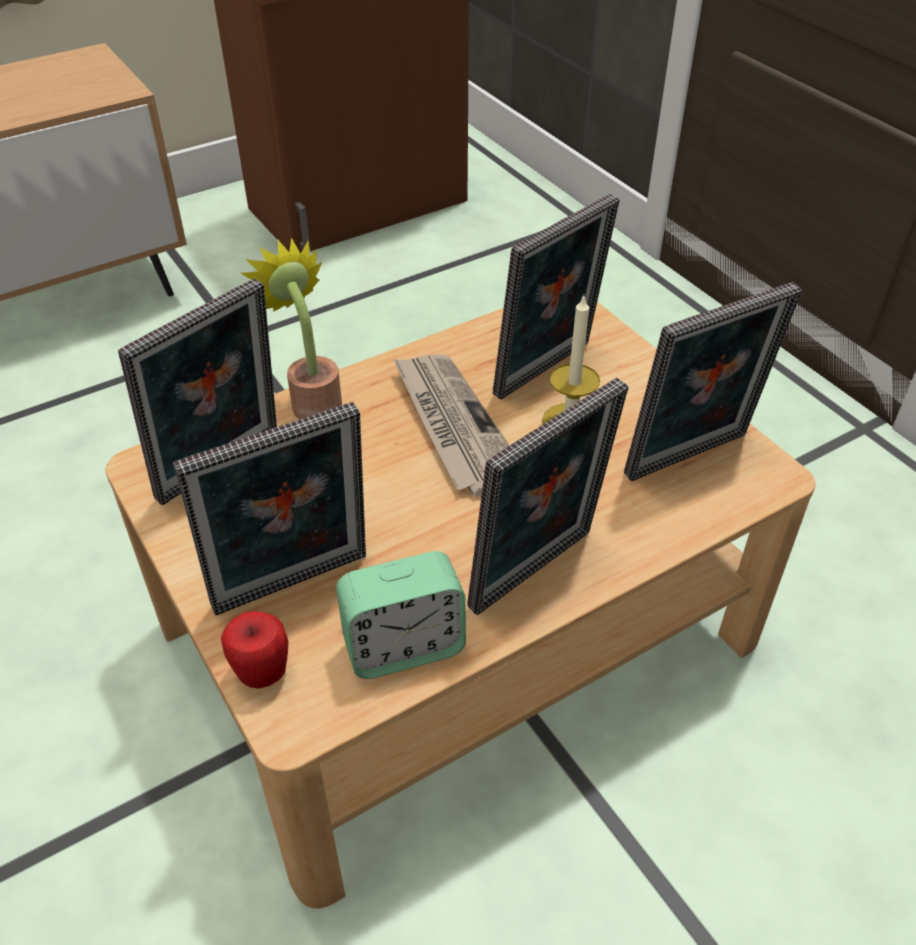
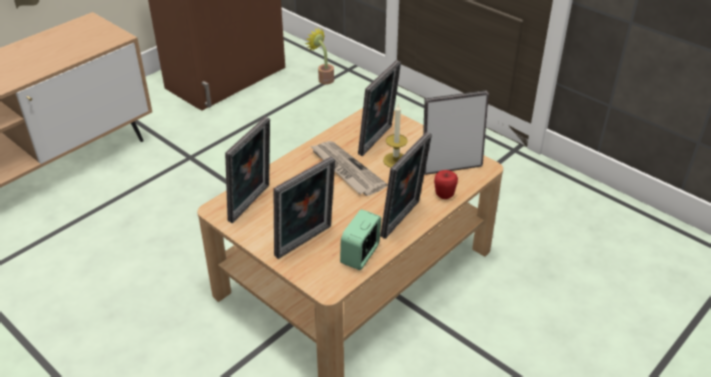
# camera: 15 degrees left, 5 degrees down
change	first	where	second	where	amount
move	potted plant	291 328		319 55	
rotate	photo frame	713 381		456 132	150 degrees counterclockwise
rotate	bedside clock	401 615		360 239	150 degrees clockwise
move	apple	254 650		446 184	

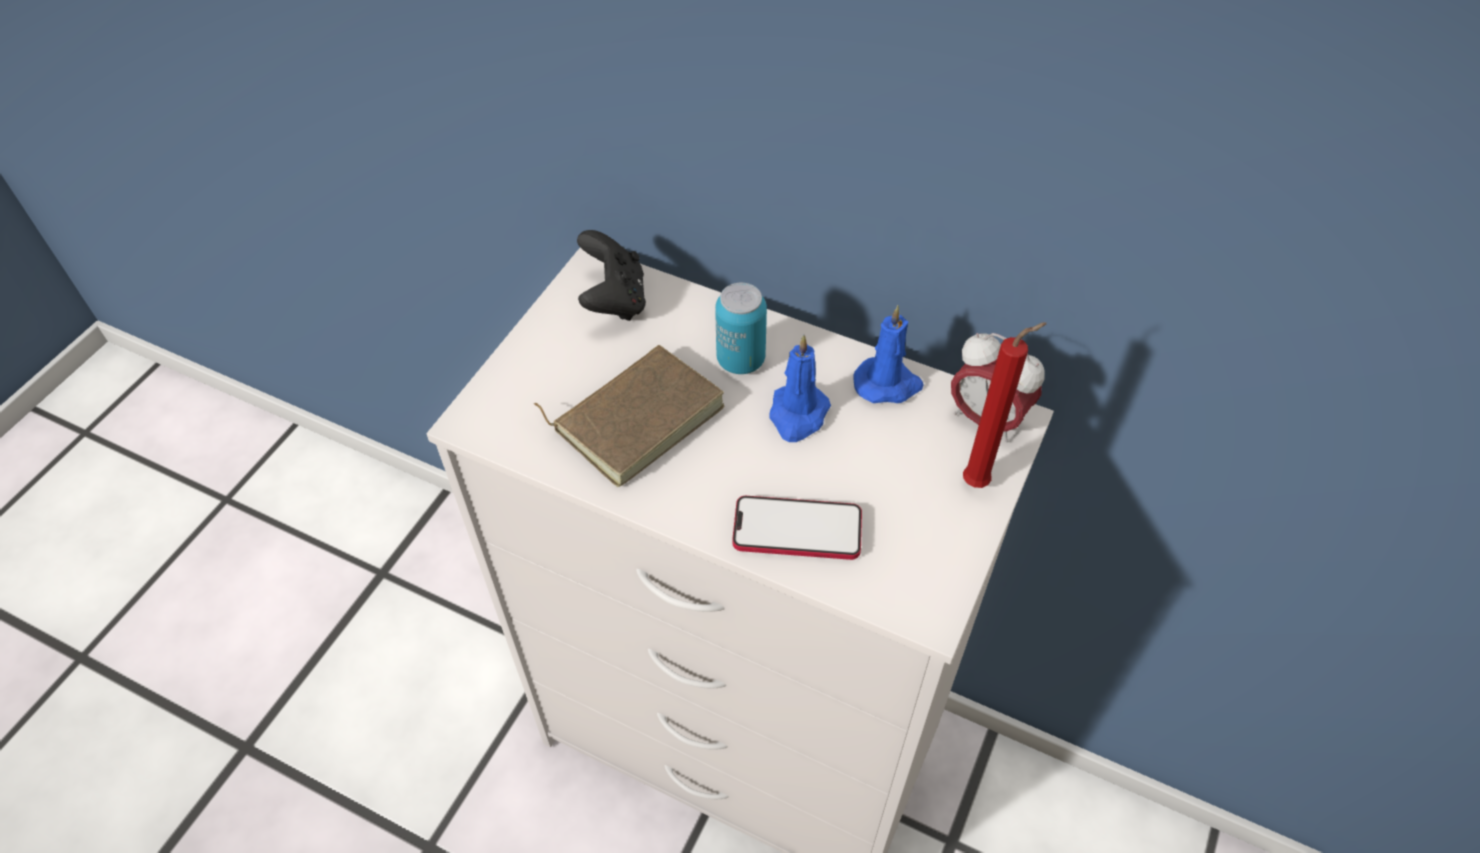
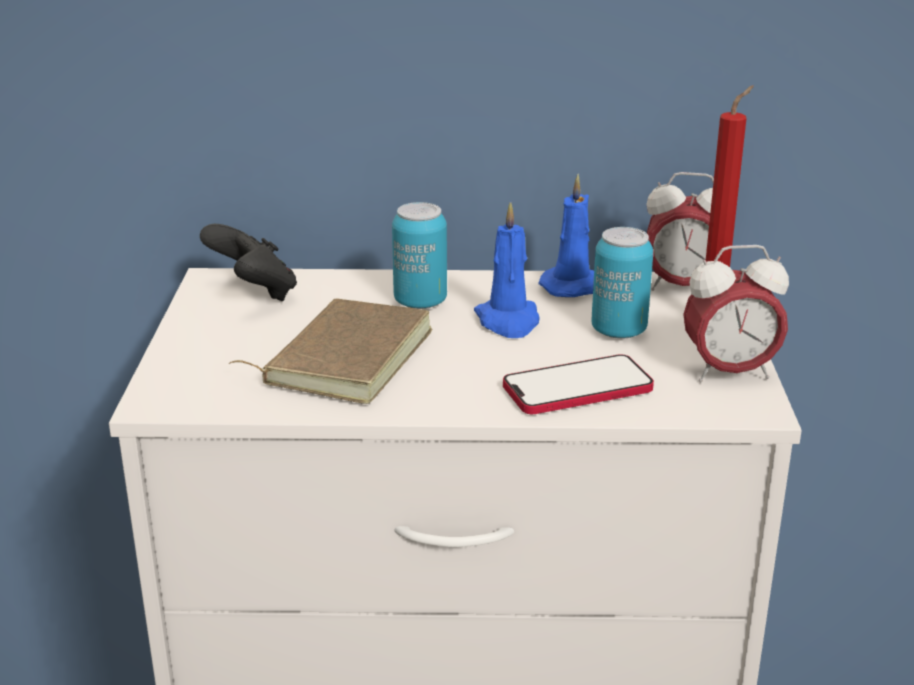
# camera: 25 degrees left, 25 degrees down
change	first	where	second	where	amount
insert			metal can	622 283	
insert			bedside clock	736 313	

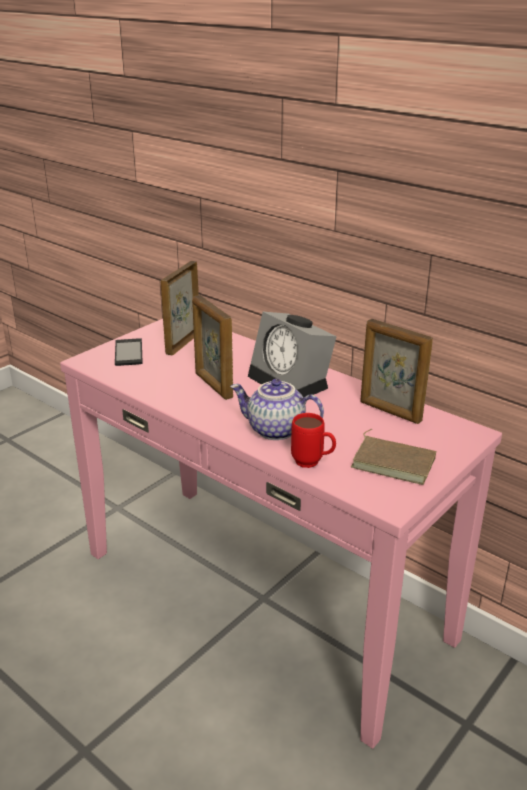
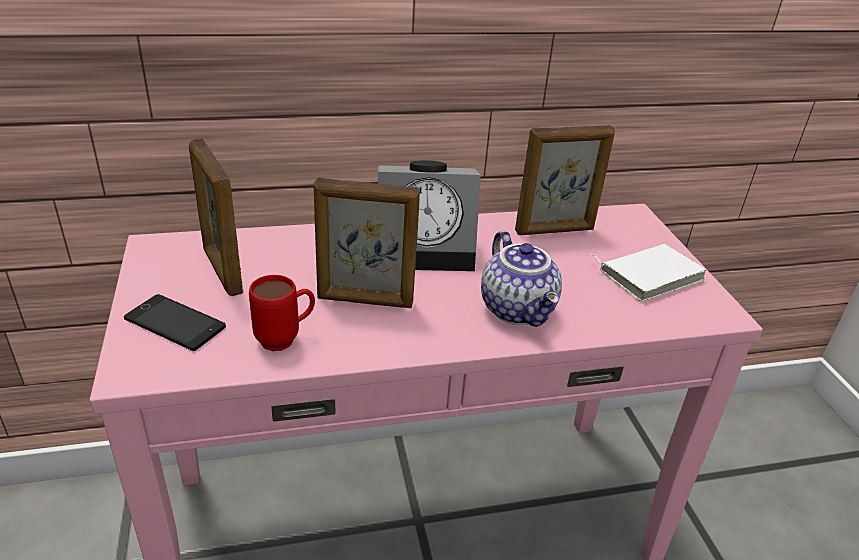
# camera: 55 degrees left, 5 degrees up
change	first	where	second	where	amount
rotate	pot for tea	277 409		521 279	75 degrees counterclockwise
move	red tea mug	313 440		282 313	
recolor	brownish volume	394 457	whitish volume	648 272	

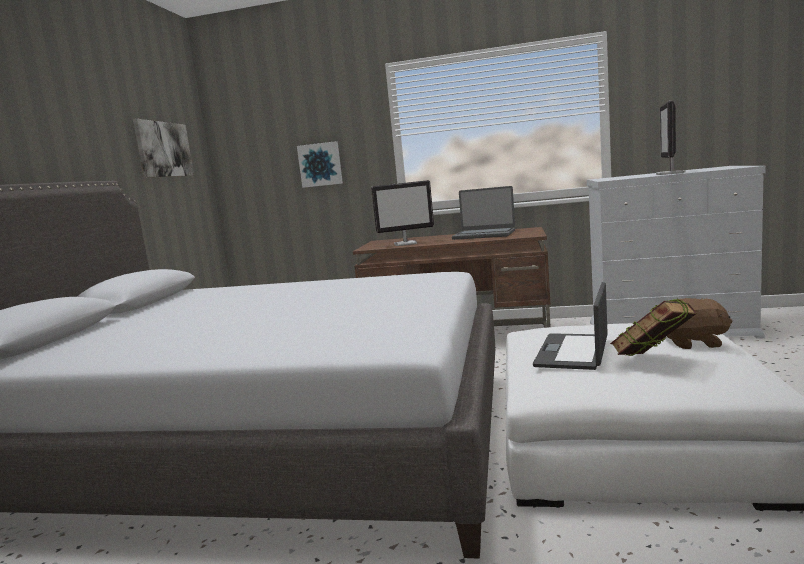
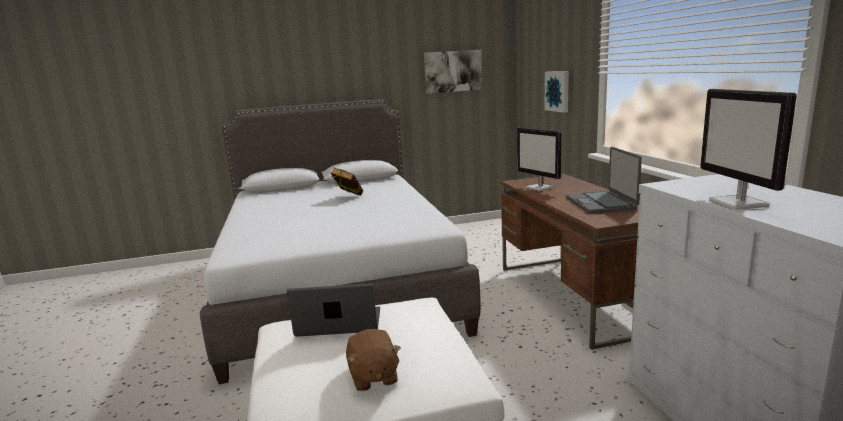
# camera: 65 degrees right, 5 degrees up
change	first	where	second	where	amount
rotate	computer display	671 138		748 149	90 degrees counterclockwise
move	volume	653 327		346 181	

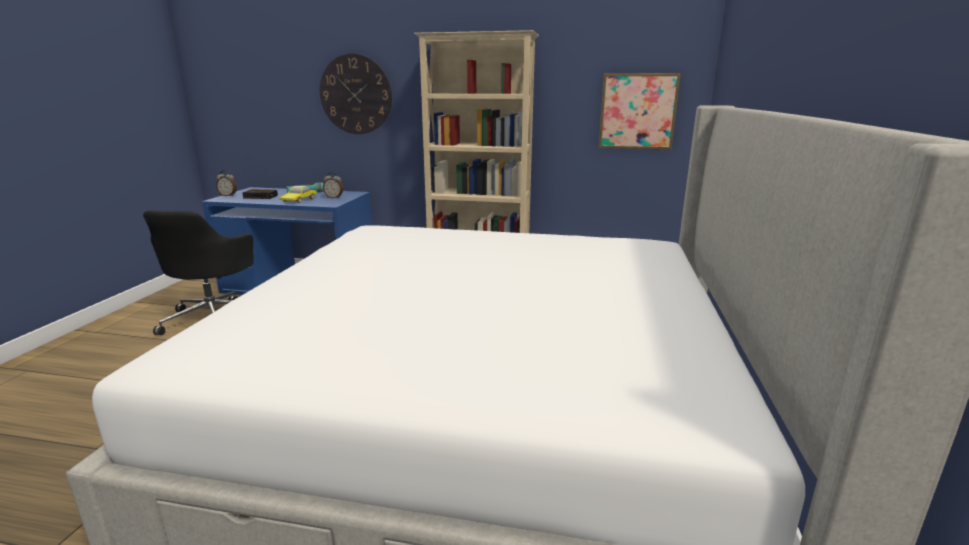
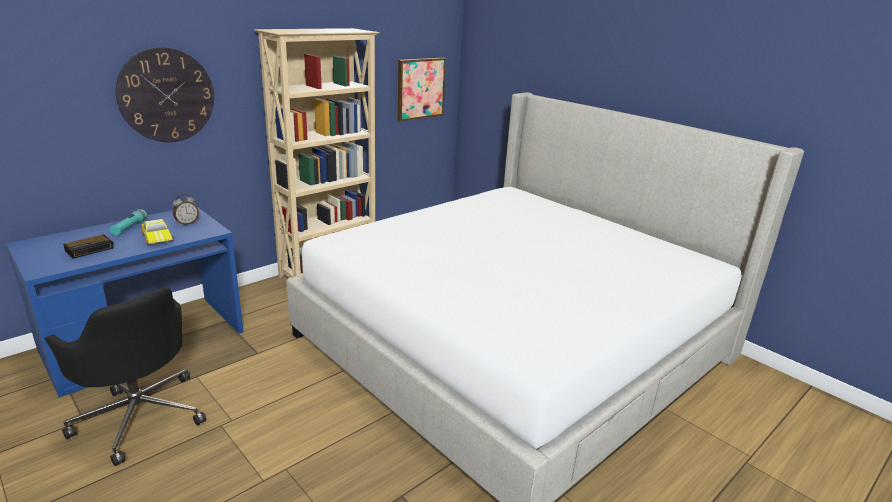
# camera: 55 degrees left, 5 degrees up
change	first	where	second	where	amount
delete	bedside clock	226 183			

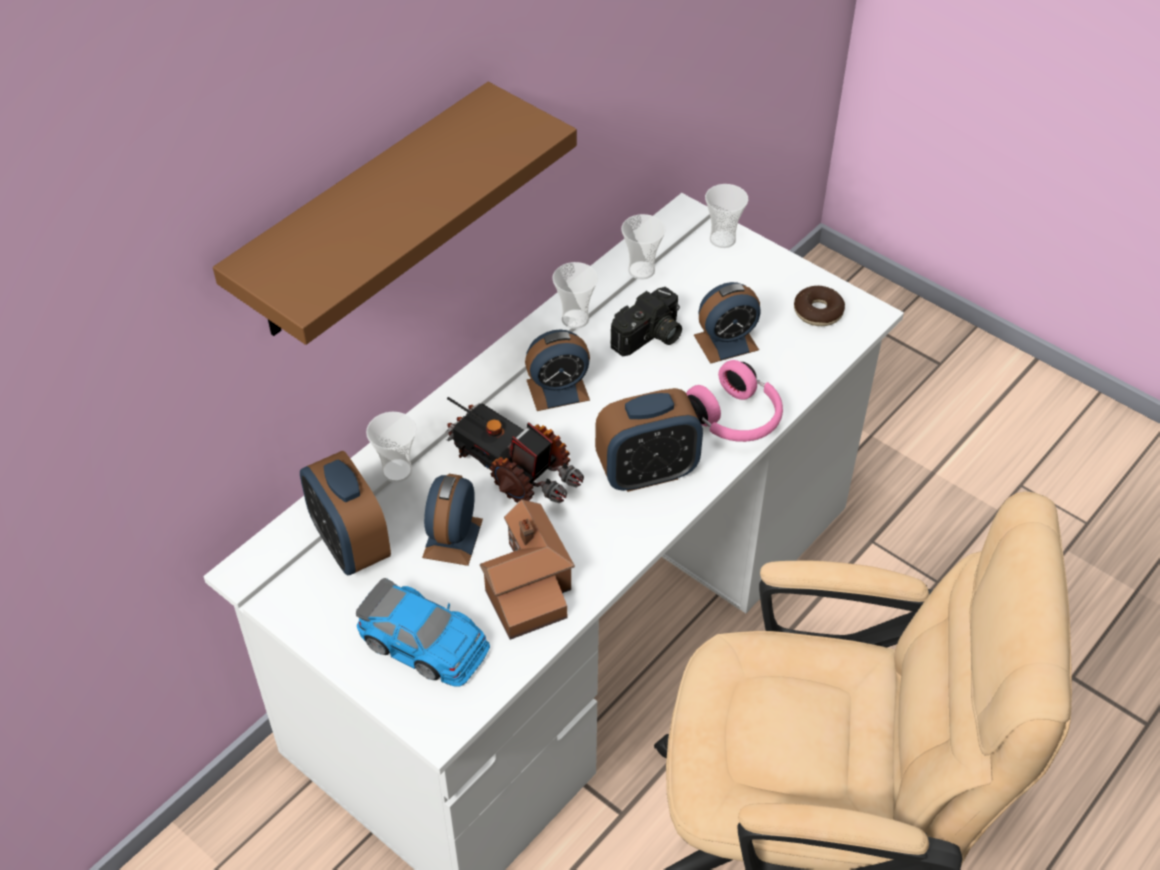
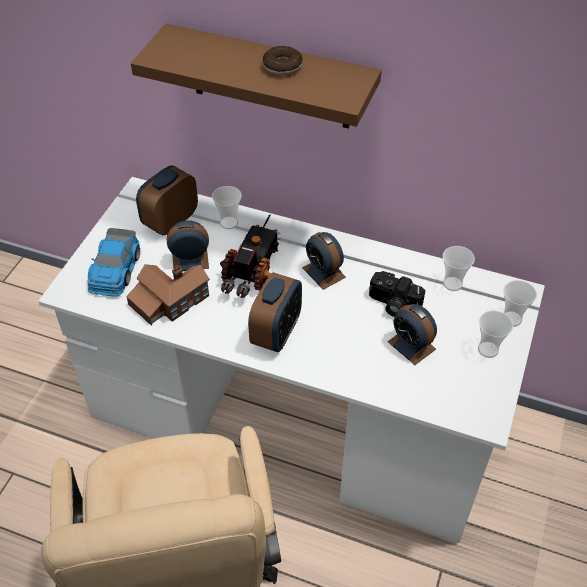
# camera: 70 degrees right, 0 degrees up
change	first	where	second	where	amount
move	drinking cup	575 295		495 334	
move	donut	819 306		283 61	
delete	pinkish headset	734 401			
rotate	bedside clock	649 440		275 312	120 degrees counterclockwise

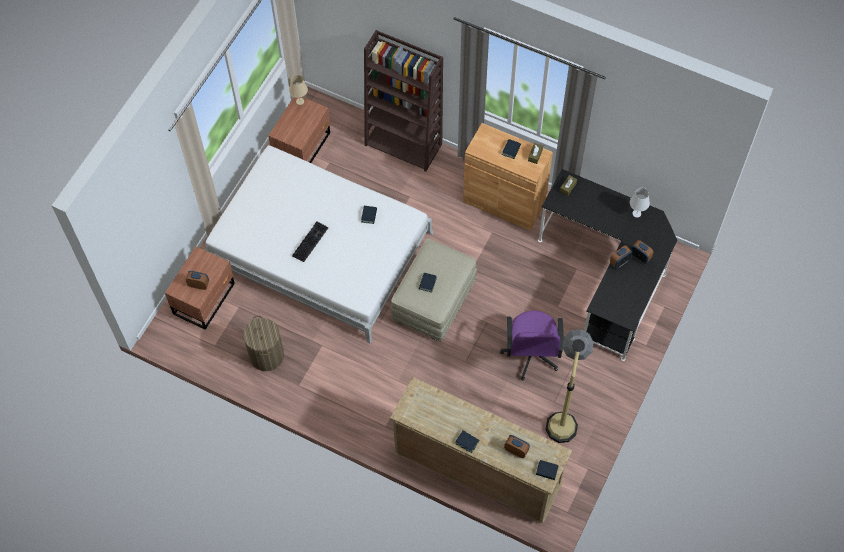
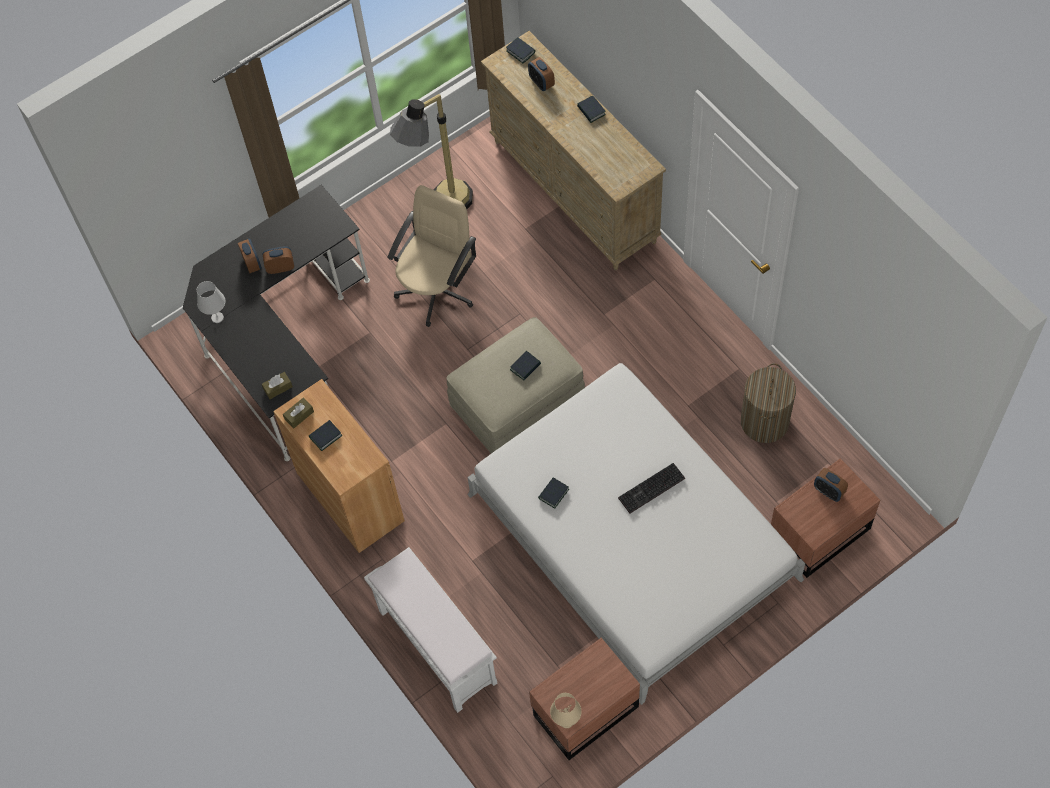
# camera: 150 degrees left, 0 degrees up
change	first	where	second	where	amount
replace	brownish bookcase	403 101	whitish long seat	430 630	
recolor	purple desk chair	532 345	beige-coloured desk chair	431 256	

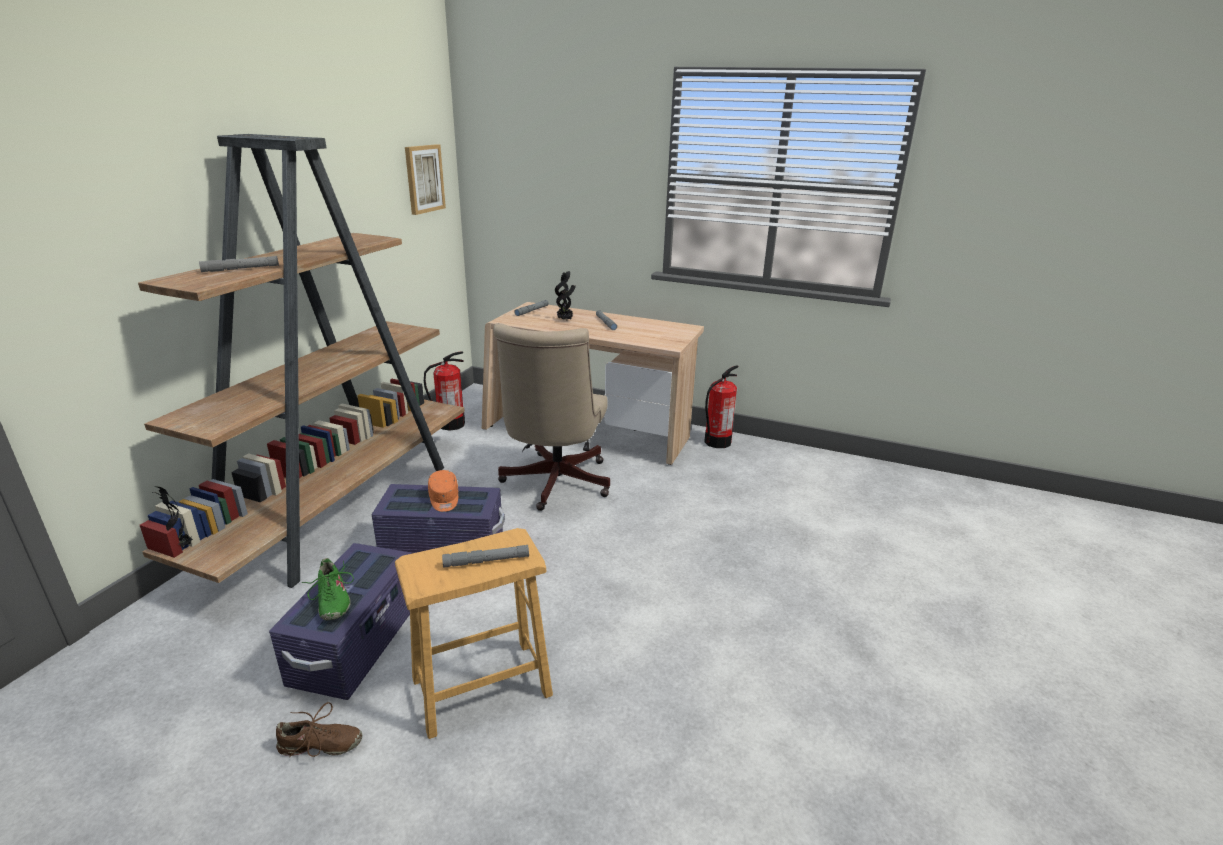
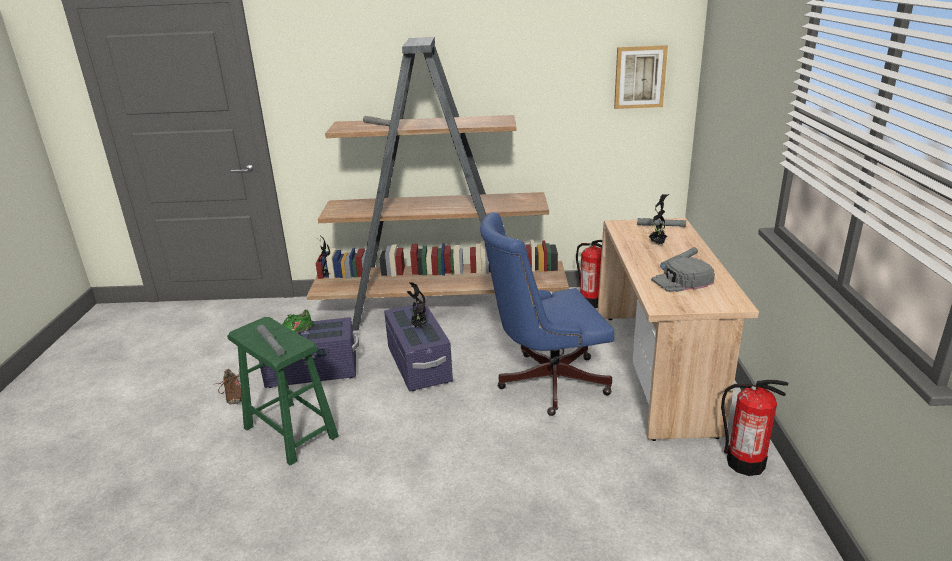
# camera: 70 degrees right, 0 degrees up
change	first	where	second	where	amount
recolor	beige-coloured desk chair	551 417	blue-coloured desk chair	547 314	
replace	orange-coloured cap	443 491	potted plant	417 305	
recolor	brownish stool seat	474 633	green stool seat	283 391	
insert			gray cap	683 274	

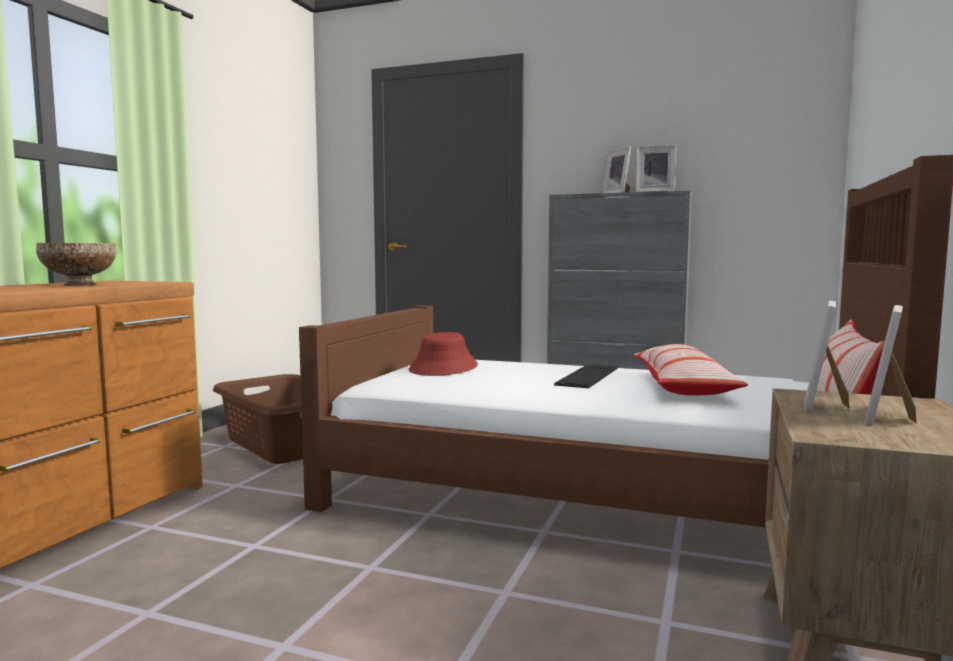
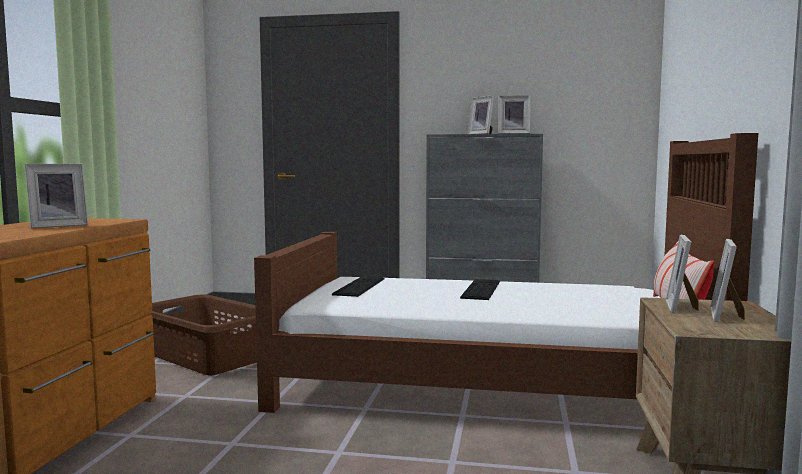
# camera: 10 degrees left, 0 degrees up
change	first	where	second	where	amount
replace	bowl	76 264	photo frame	56 196	
replace	red hat	443 354	PC keyboard	358 287	
delete	pillow	691 370			

